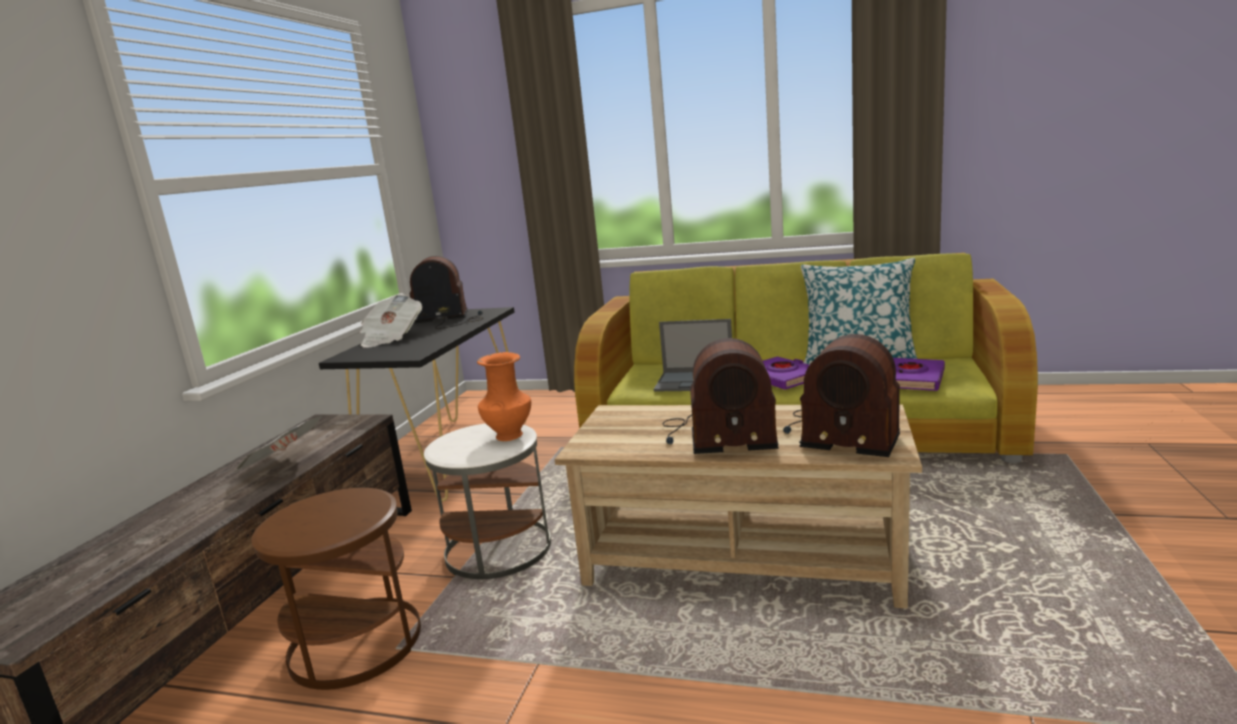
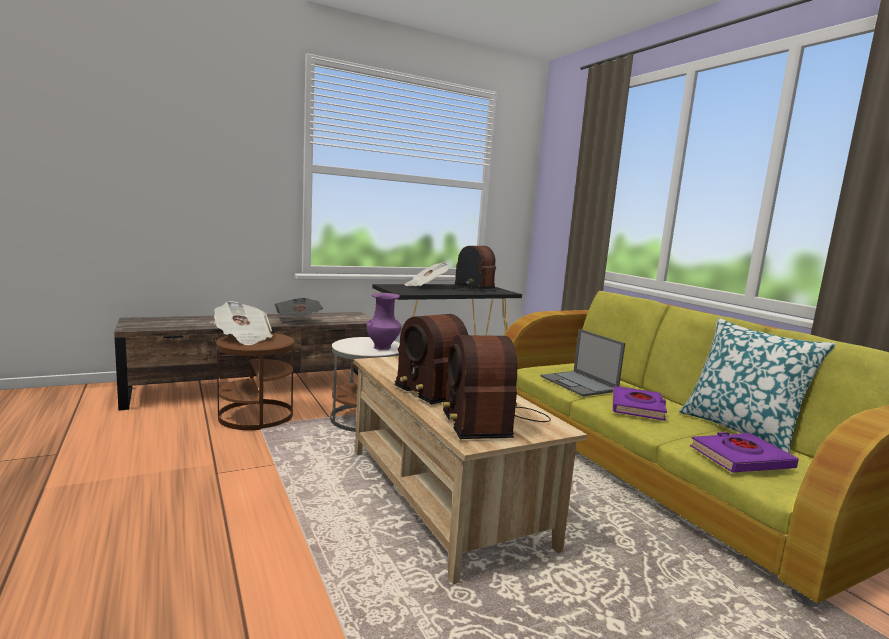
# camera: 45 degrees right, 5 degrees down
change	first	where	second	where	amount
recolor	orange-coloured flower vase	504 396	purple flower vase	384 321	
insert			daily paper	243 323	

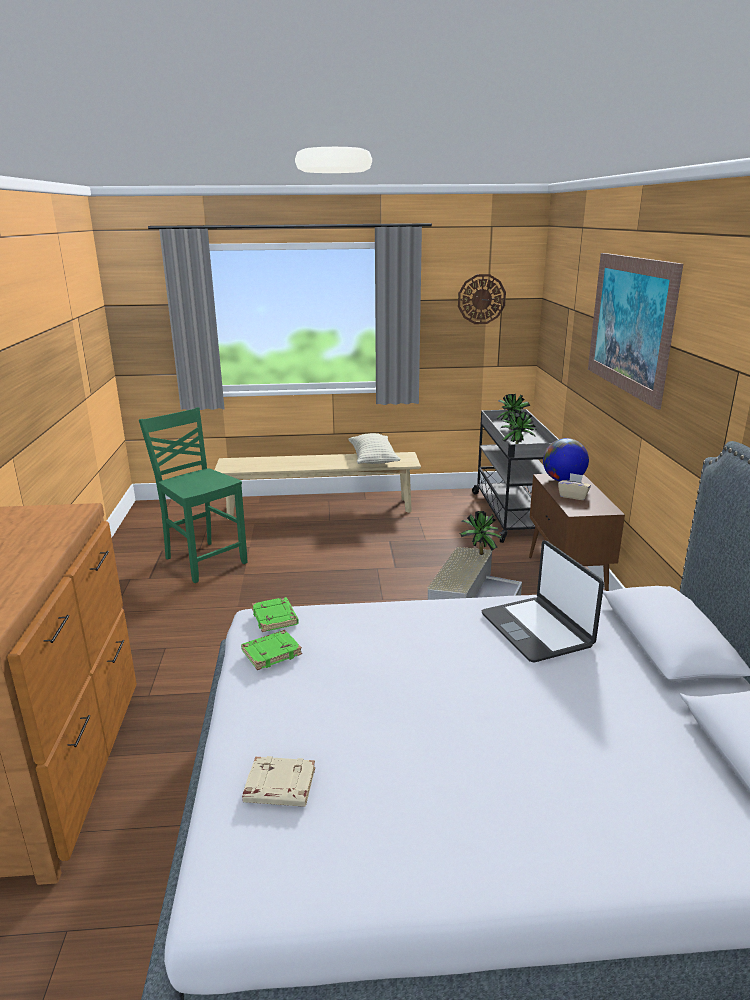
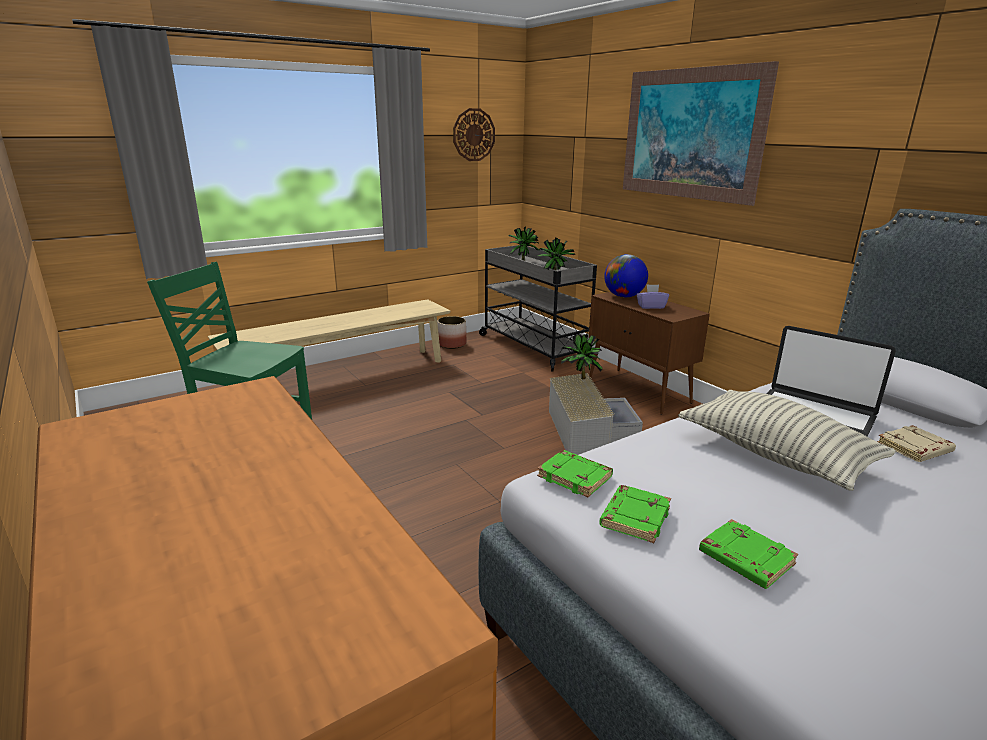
# camera: 30 degrees left, 0 degrees up
change	first	where	second	where	amount
move	pillow	374 448		787 440	
recolor	beige-coloured box of tissues	574 486	purple box of tissues	652 296	
move	beige-coloured volume	278 781		916 443	
insert			flower pot	451 332	
insert			green volume	748 554	

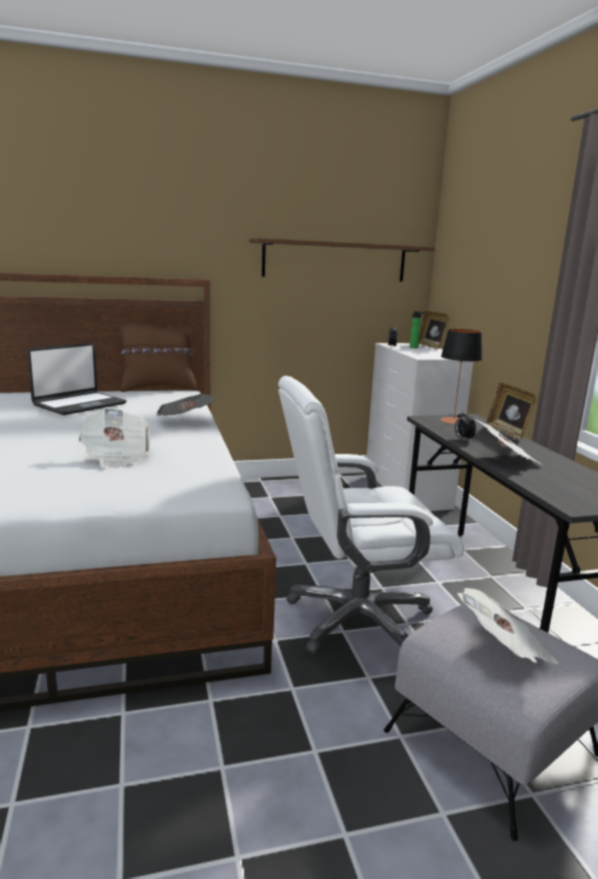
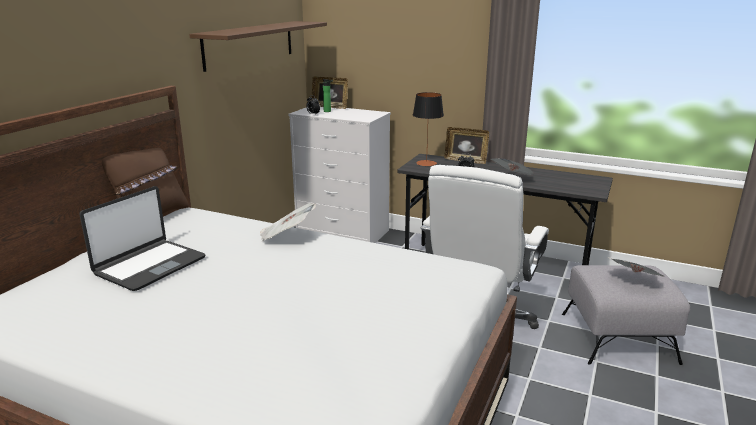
# camera: 50 degrees left, 5 degrees up
change	first	where	second	where	amount
rotate	laptop	76 379		143 238	45 degrees clockwise
delete	daily paper	114 438			

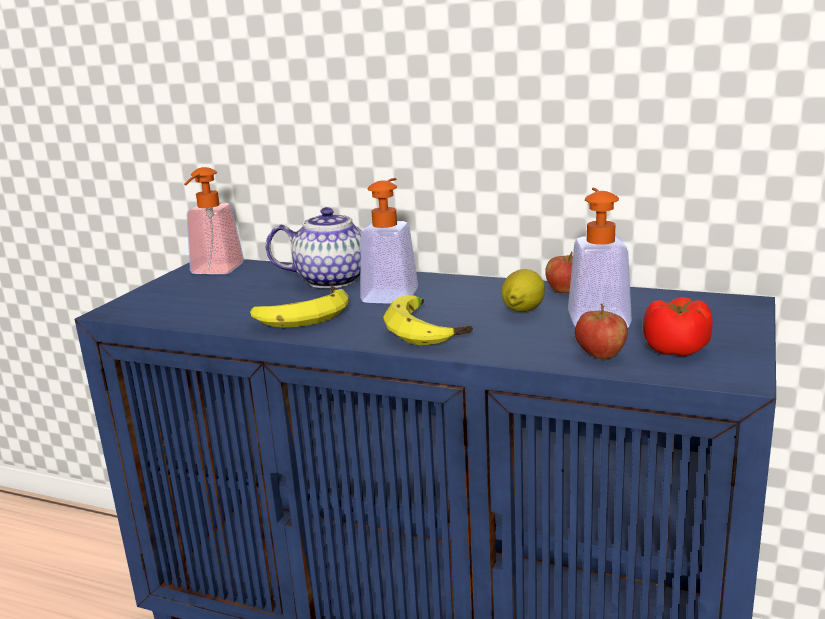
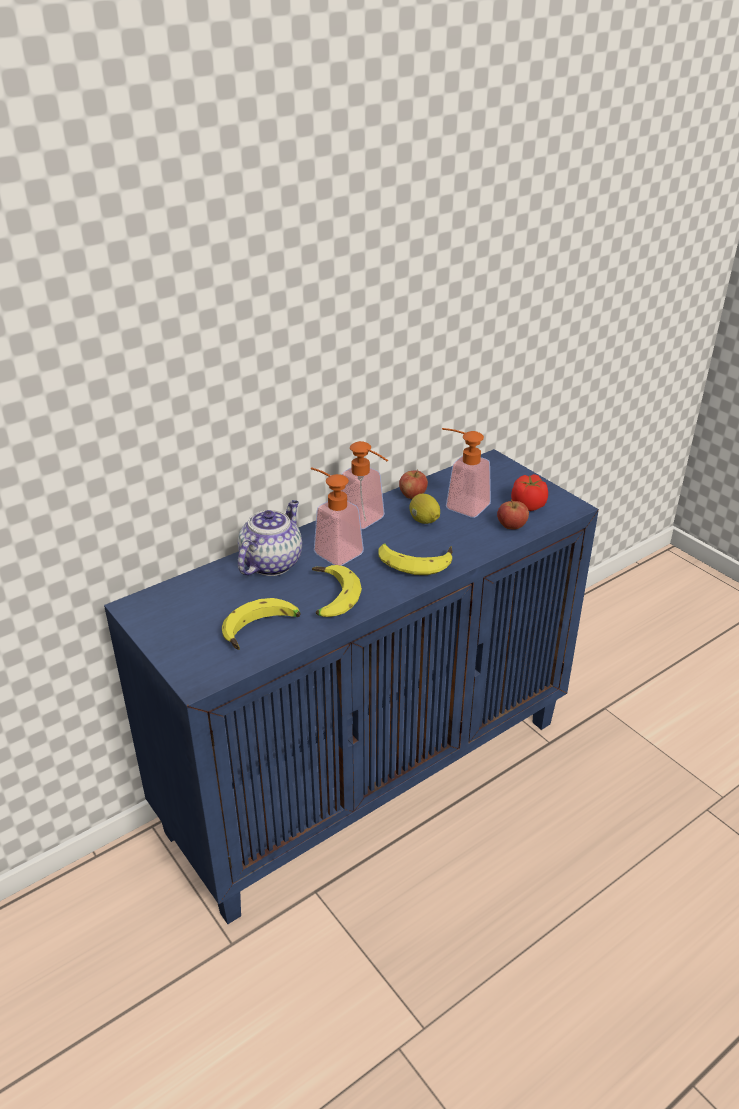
# camera: 60 degrees left, 15 degrees up
change	first	where	second	where	amount
move	soap dispenser	214 220		364 485	
insert			banana	261 624	

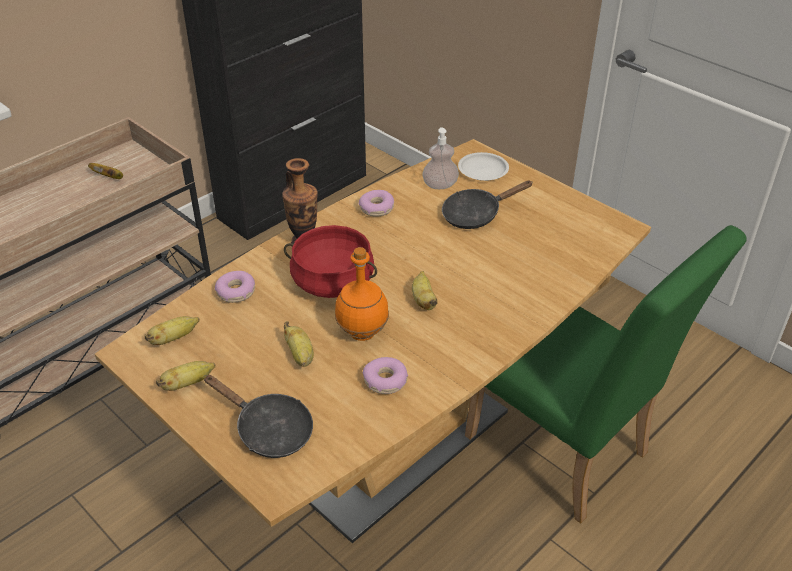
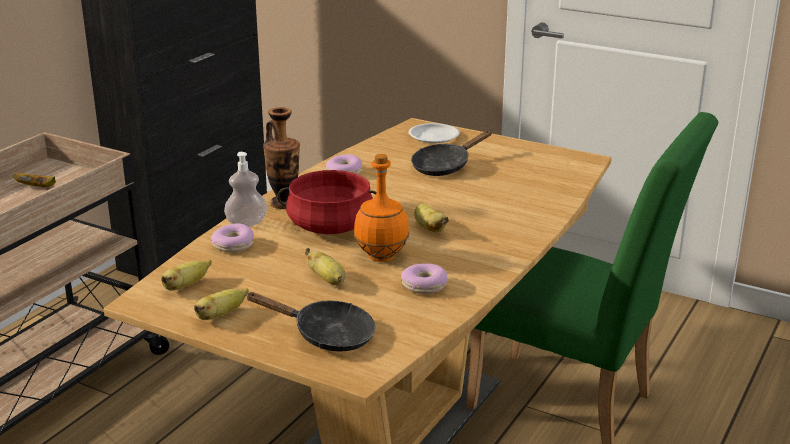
# camera: 15 degrees left, 15 degrees down
change	first	where	second	where	amount
move	soap dispenser	440 158		245 189	

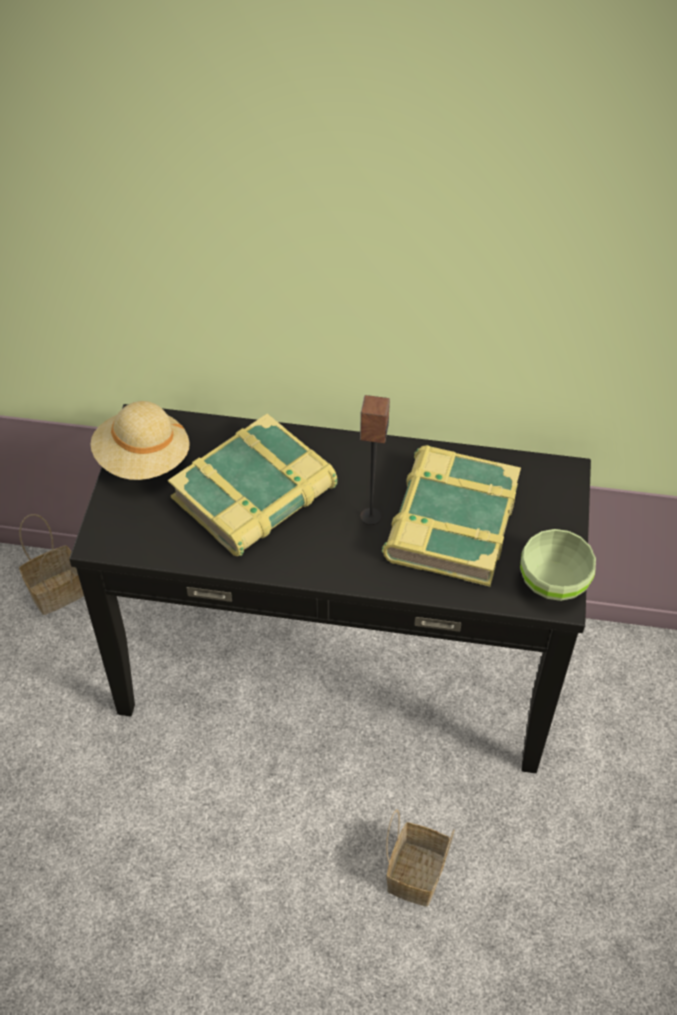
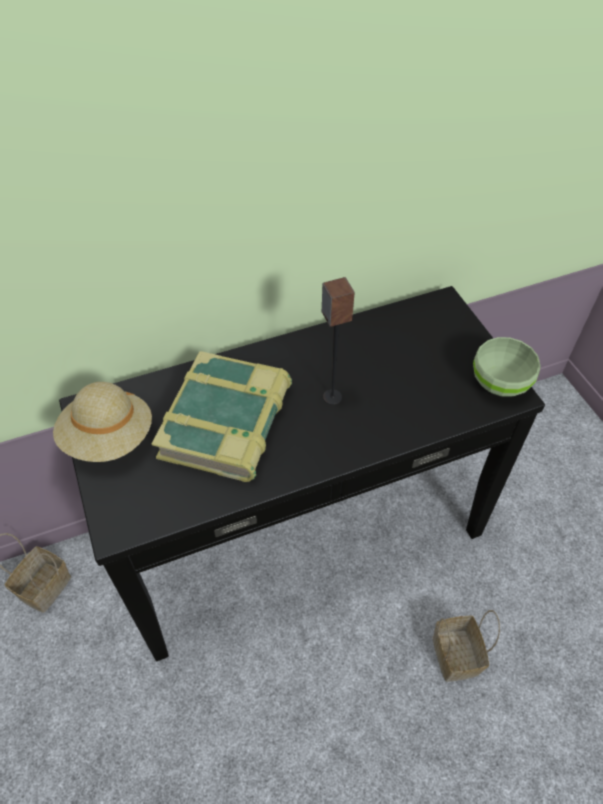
# camera: 30 degrees left, 0 degrees up
change	first	where	second	where	amount
delete	volume	451 515			

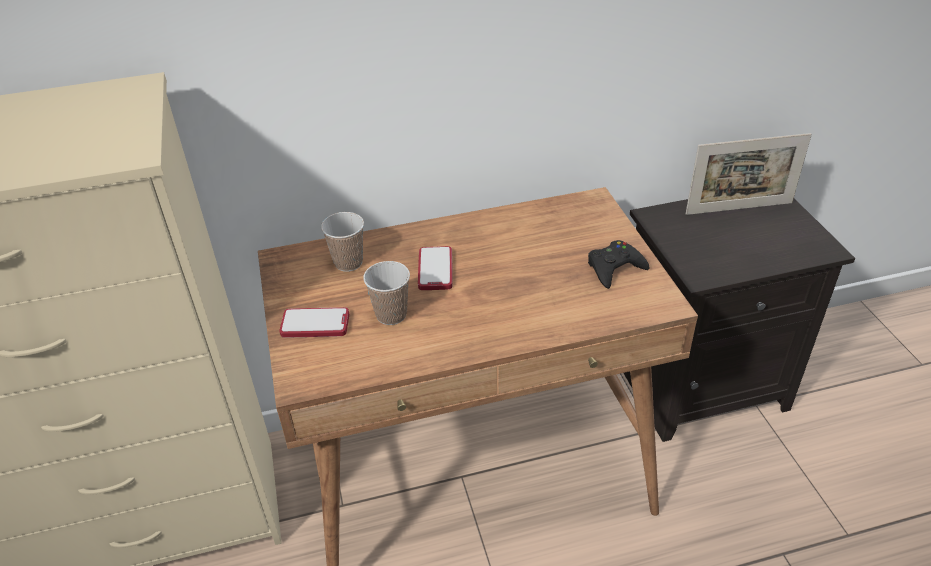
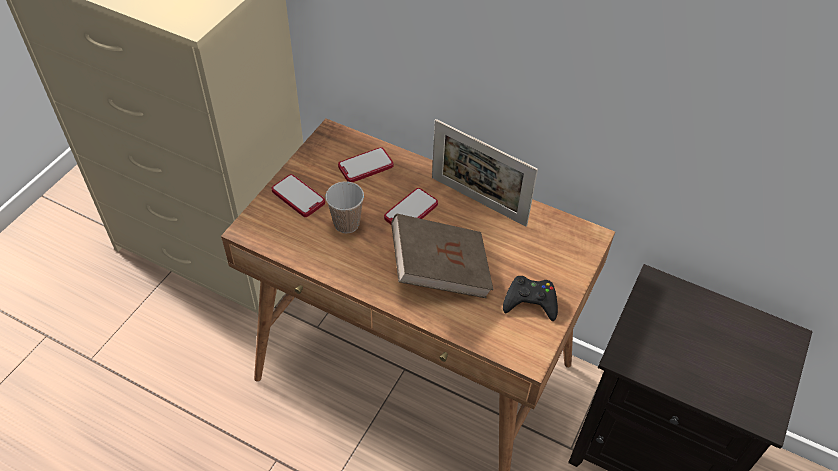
# camera: 40 degrees right, 10 degrees up
change	first	where	second	where	amount
move	photo frame	749 174		485 173	
replace	drinking cup	342 241	phone	365 164	
insert			brownish volume	442 256	

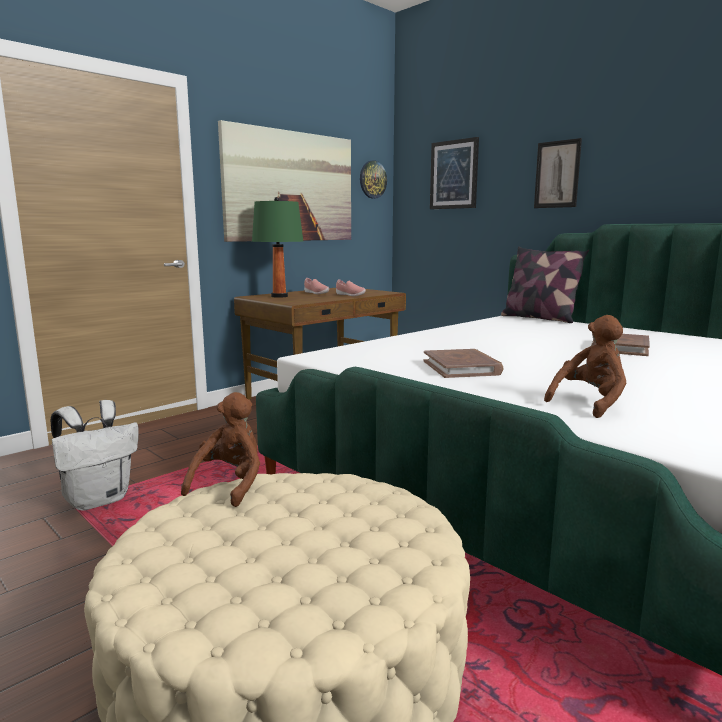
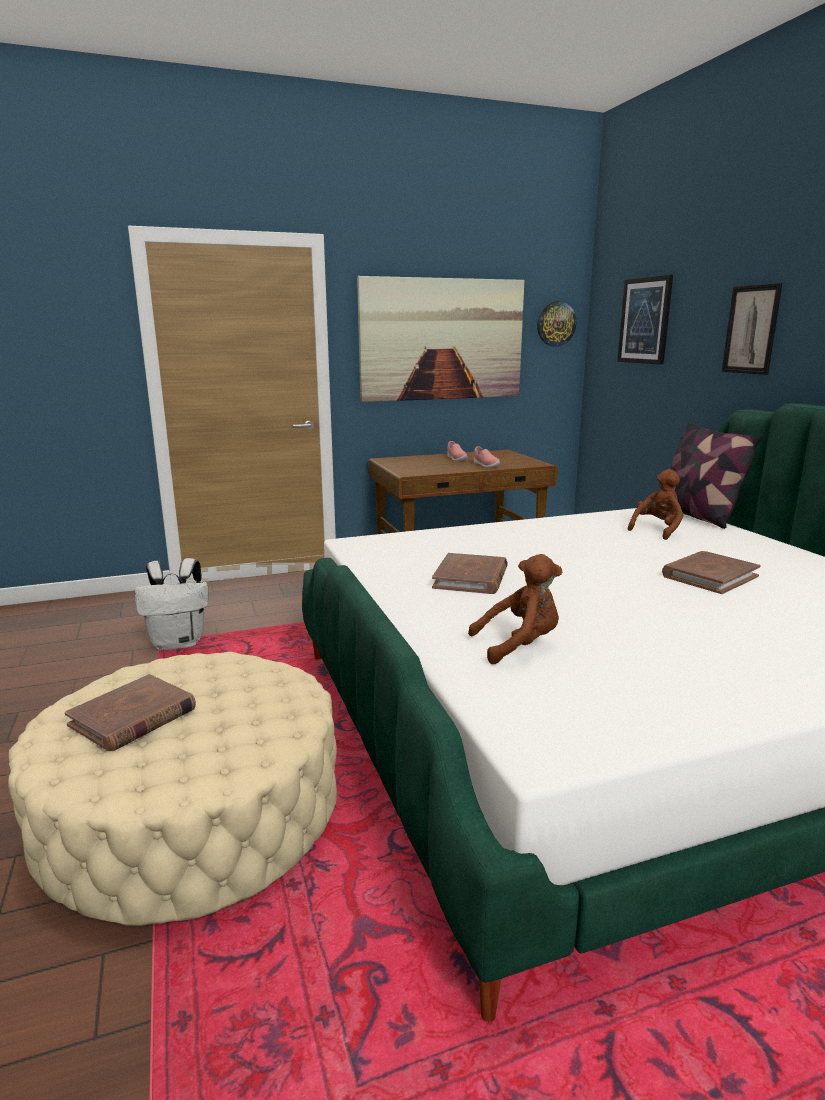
# camera: 25 degrees right, 5 degrees up
change	first	where	second	where	amount
delete	green lamp for a table	277 247			
move	brownish plush toy	220 449		655 504	
insert			brownish volume	130 712	

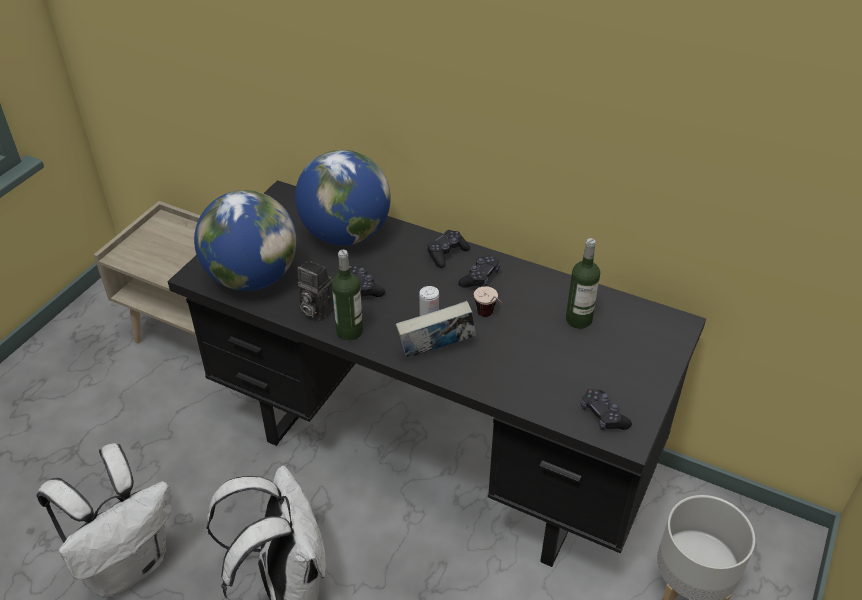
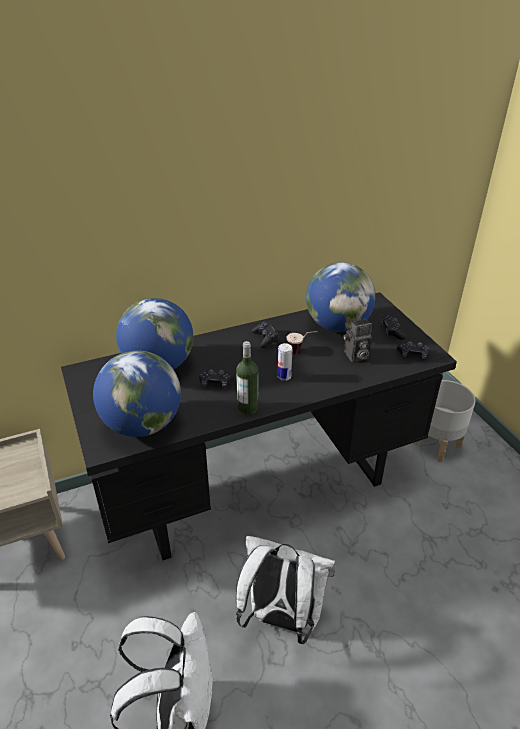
# camera: 50 degrees left, 5 degrees down
change	first	where	second	where	amount
move	black joypad	448 249		393 327	
replace	drink bottle	583 283	globe	341 297	
move	photo camera	315 291		357 340	
delete	volume	436 329			

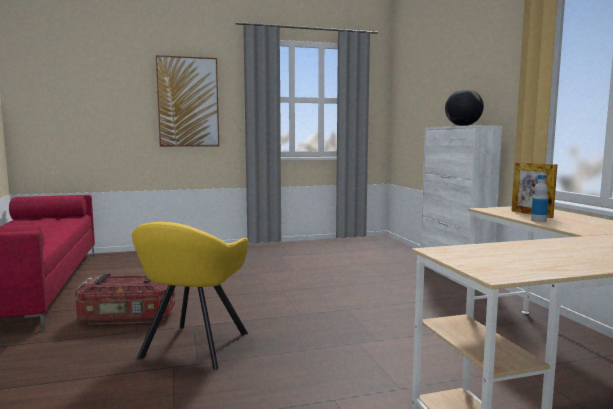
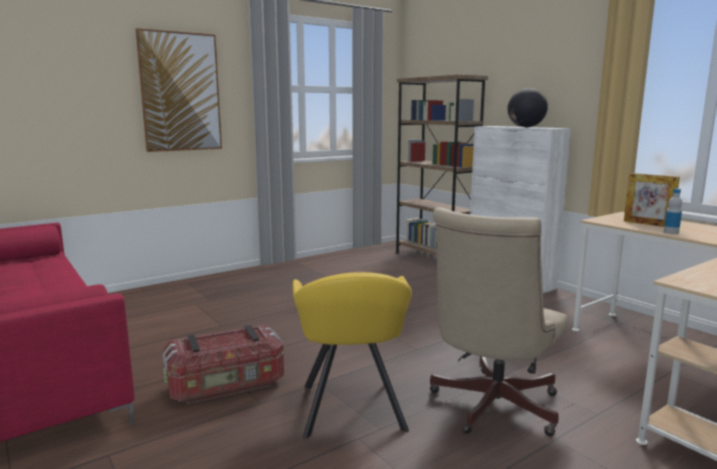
# camera: 20 degrees left, 5 degrees up
change	first	where	second	where	amount
insert			brownish bookcase	441 165	
insert			beige-coloured desk chair	498 321	

